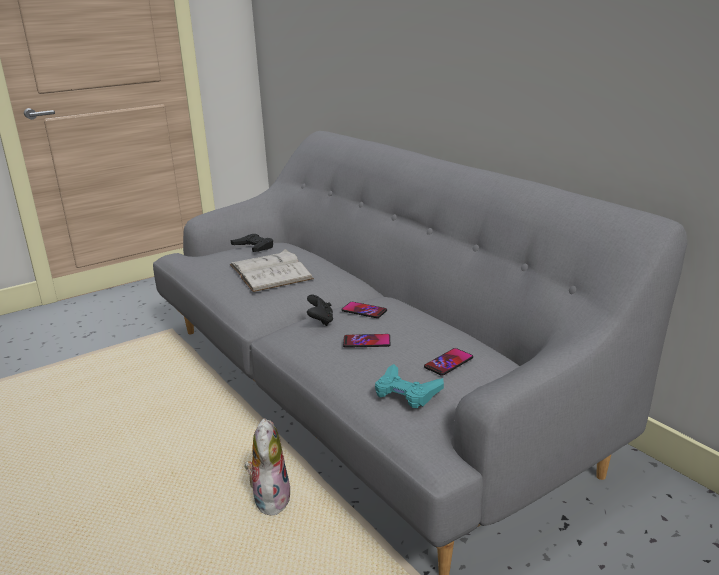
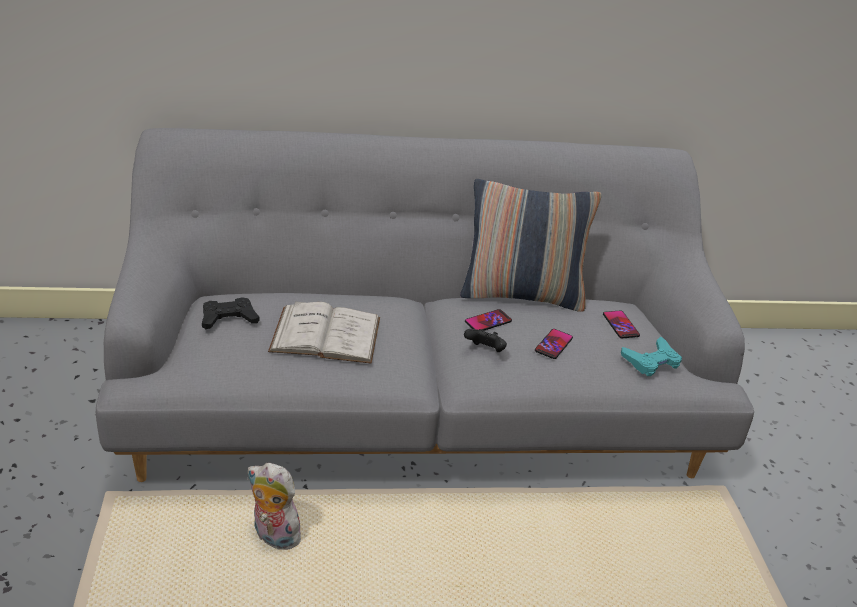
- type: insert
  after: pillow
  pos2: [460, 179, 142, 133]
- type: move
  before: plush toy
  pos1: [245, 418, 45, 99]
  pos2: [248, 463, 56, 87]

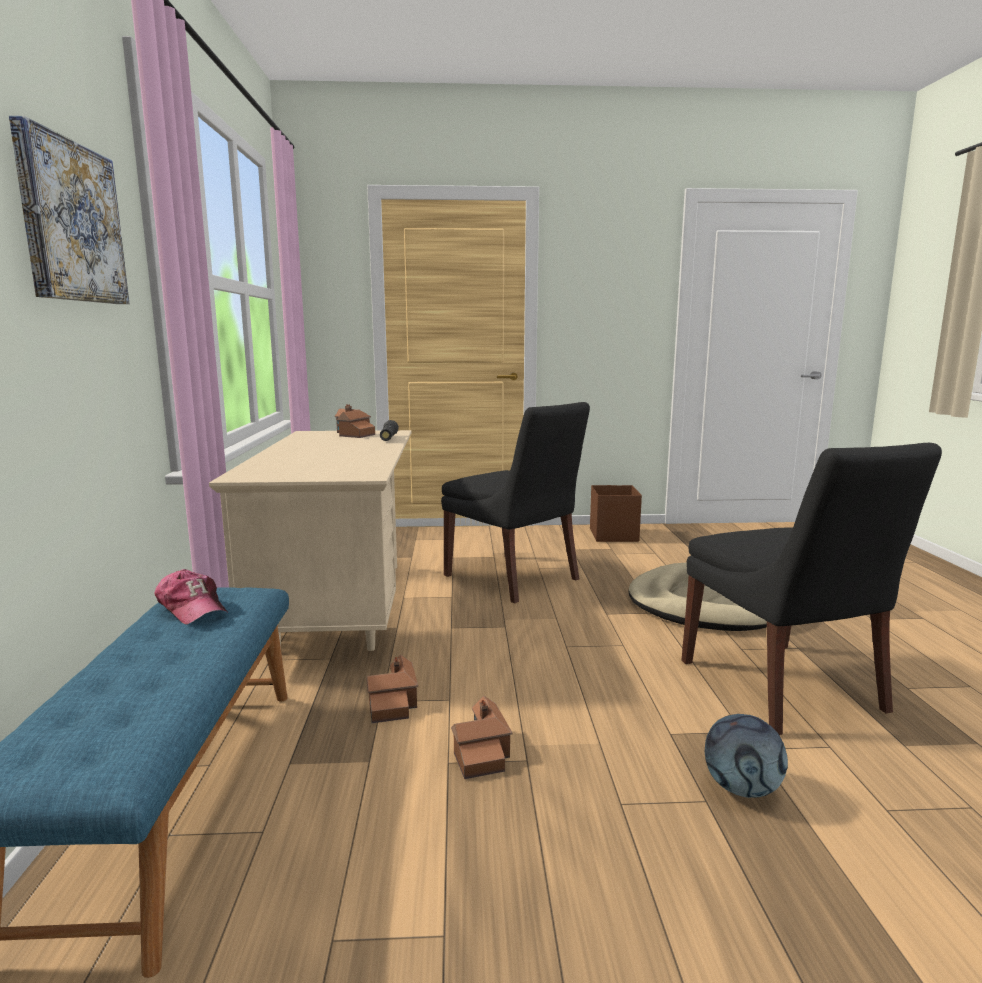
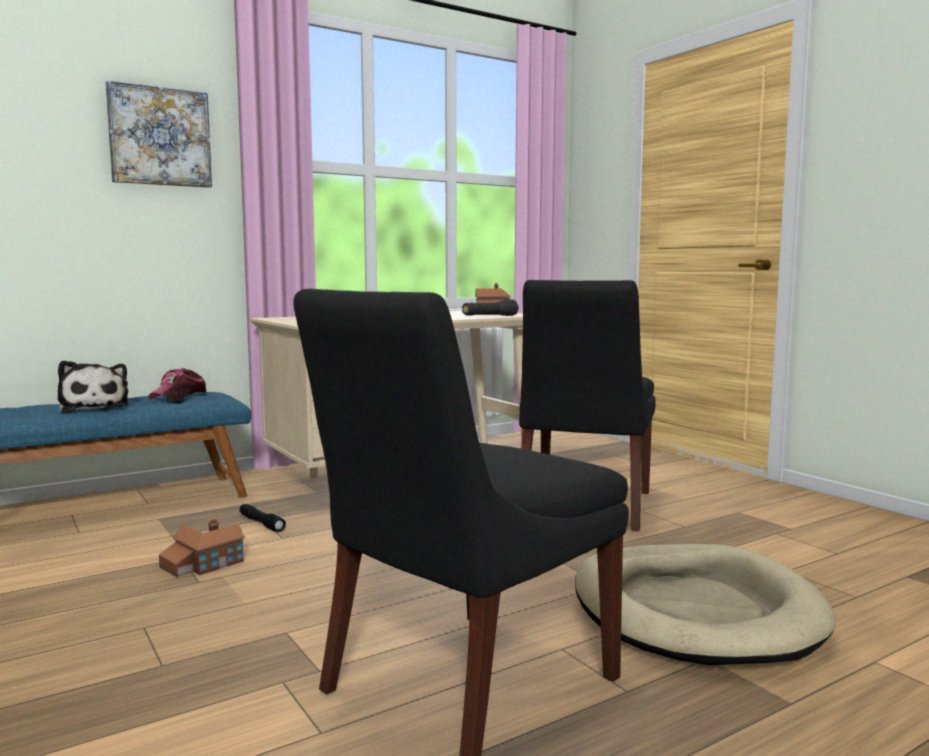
- type: delete
  before: storage box in brown
  pos1: [590, 485, 52, 57]
- type: delete
  before: football
  pos1: [705, 714, 83, 84]
- type: insert
  after: plush toy
  pos2: [58, 360, 71, 52]
- type: replace
  before: toy house
  after: flashlight in black
  pos1: [366, 655, 52, 68]
  pos2: [240, 504, 46, 28]

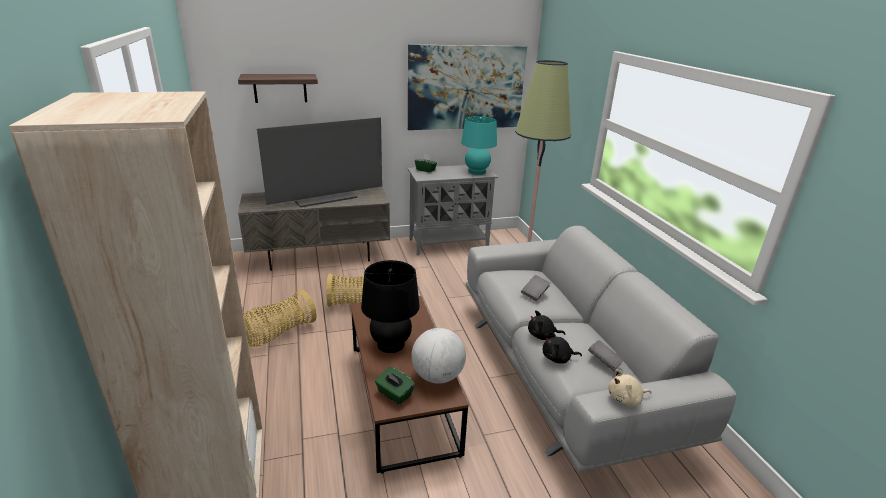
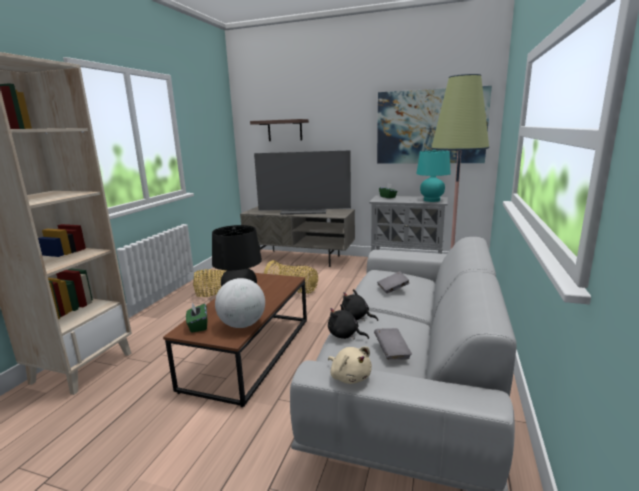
- type: rotate
  before: plush toy in beige
  pos1: [608, 369, 44, 37]
  pos2: [328, 347, 44, 37]
  turn: -150

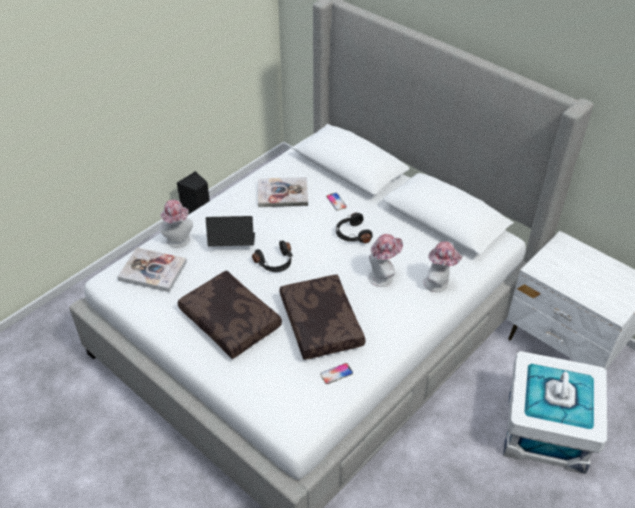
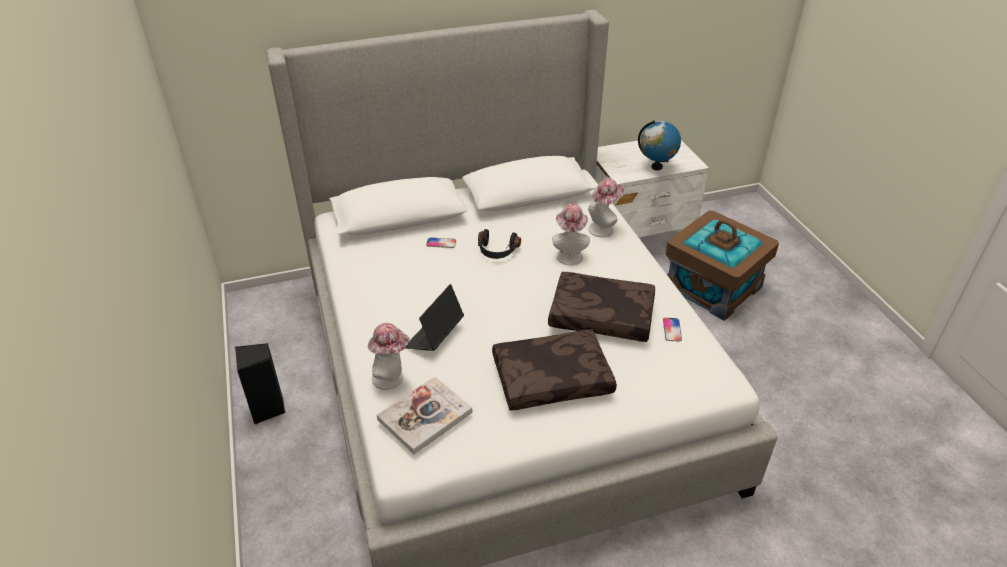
- type: delete
  before: headphones in black
  pos1: [252, 240, 41, 32]
- type: delete
  before: book
  pos1: [258, 177, 50, 30]
- type: insert
  after: globe
  pos2: [638, 120, 43, 50]
- type: recolor
  before: storage box in white
  after: storage box in brown
  pos1: [503, 351, 104, 123]
  pos2: [666, 211, 113, 110]

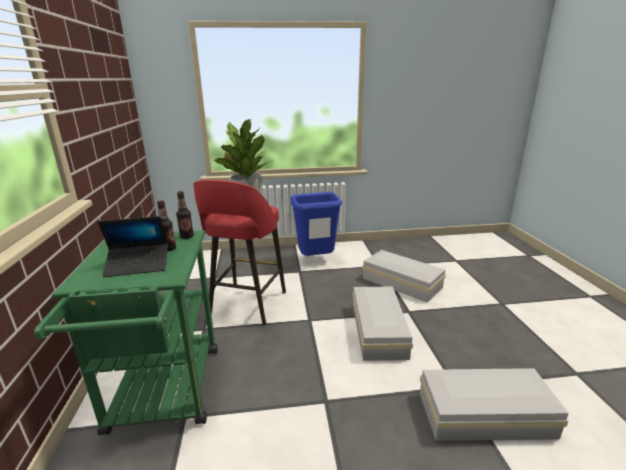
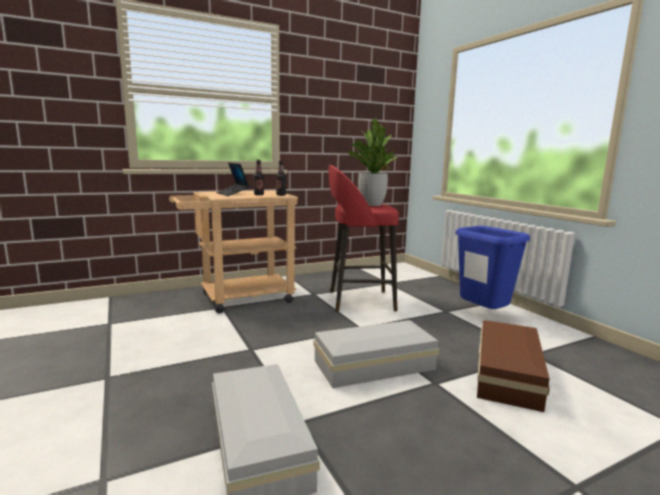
- type: recolor
  before: cart in green
  after: cart in beige
  pos1: [34, 230, 184, 205]
  pos2: [169, 190, 129, 124]
- type: recolor
  before: storage box in white
  after: storage box in brown
  pos1: [362, 250, 84, 53]
  pos2: [477, 320, 73, 92]

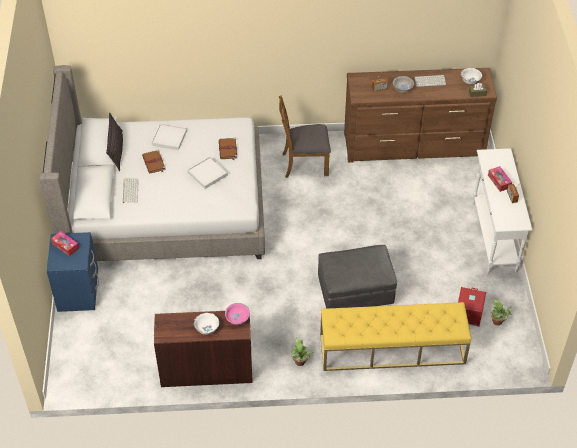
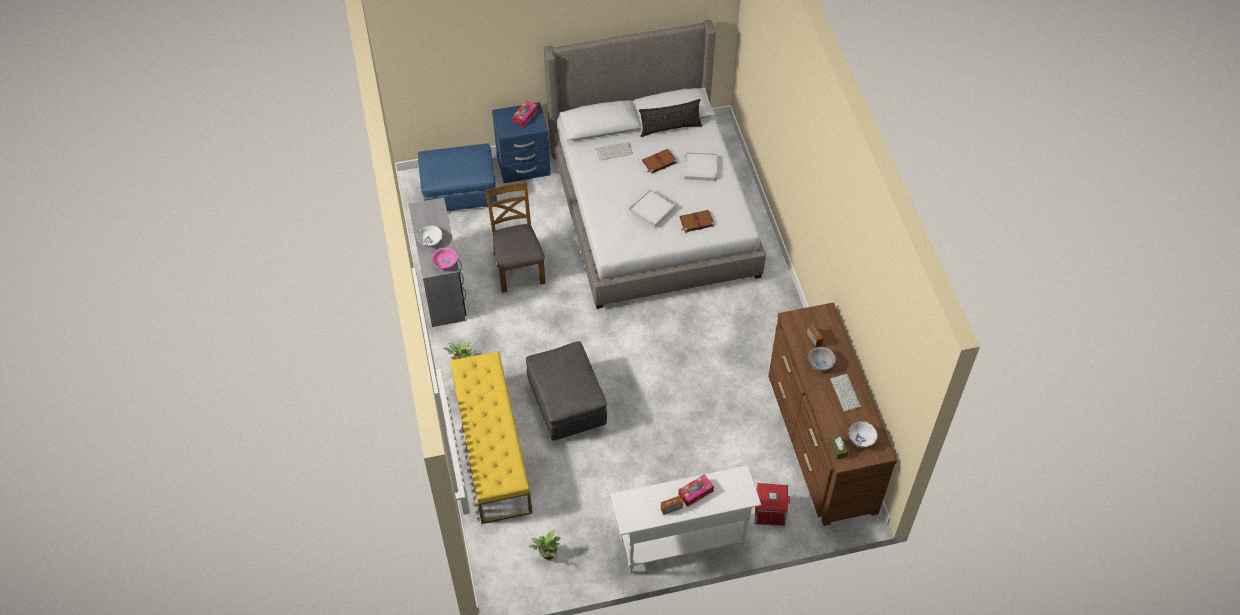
- type: insert
  after: ottoman in blue
  pos2: [418, 144, 79, 67]
- type: move
  before: chair in brown
  pos1: [279, 95, 52, 83]
  pos2: [485, 181, 61, 112]
- type: move
  before: storage box in red
  pos1: [458, 287, 28, 40]
  pos2: [755, 483, 35, 43]
- type: recolor
  before: desk in brown
  after: desk in grey
  pos1: [154, 311, 99, 76]
  pos2: [409, 197, 57, 130]

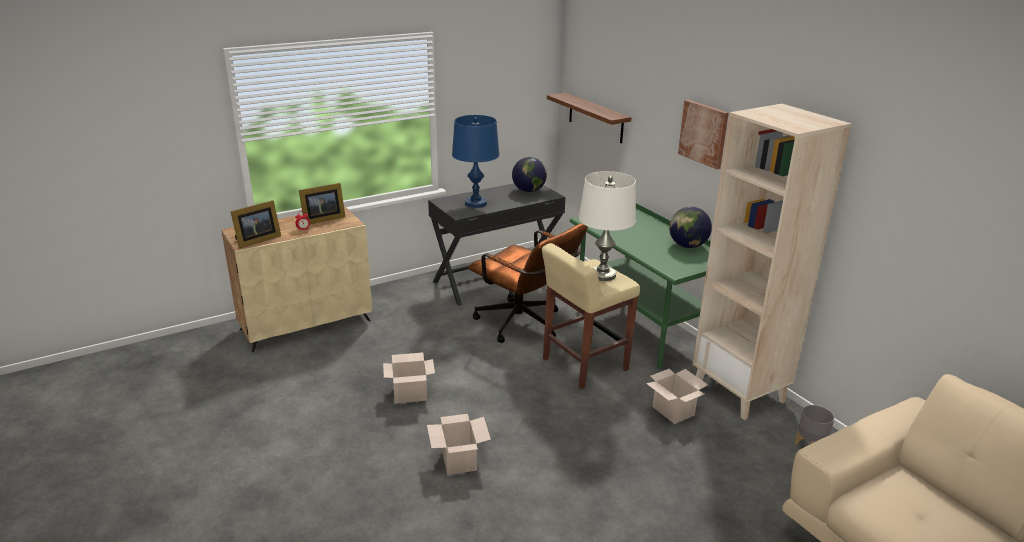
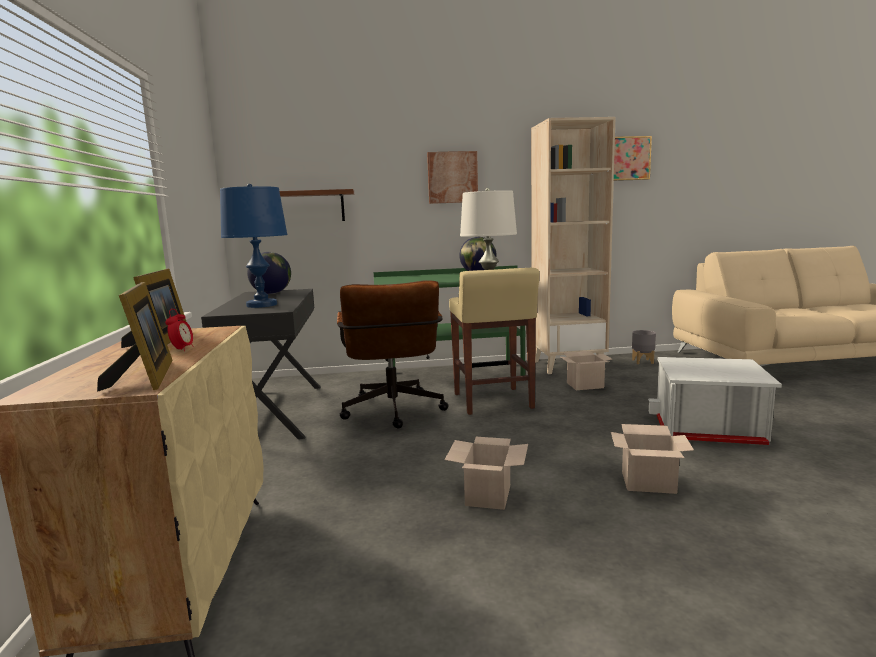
- type: insert
  after: picture
  pos2: [614, 136, 38, 45]
- type: insert
  after: storage box in white
  pos2: [648, 357, 134, 88]
- type: rotate
  before: office chair in brown
  pos1: [468, 223, 120, 120]
  pos2: [337, 280, 112, 148]
  turn: 105

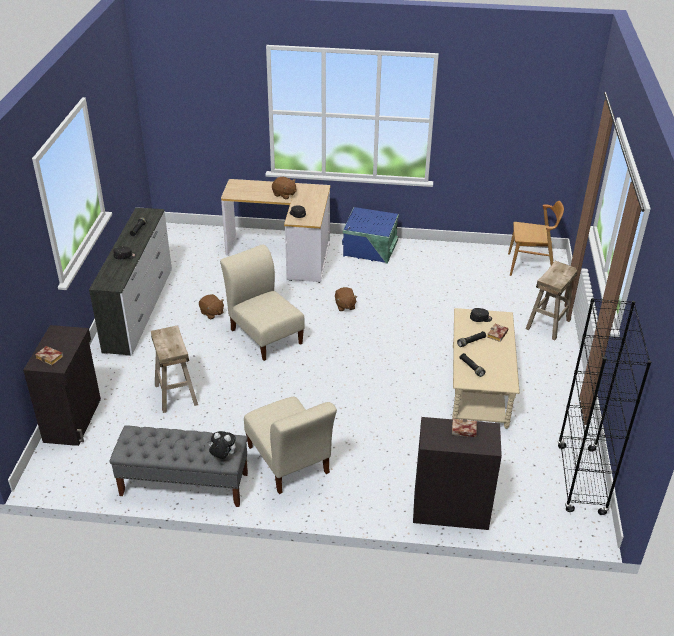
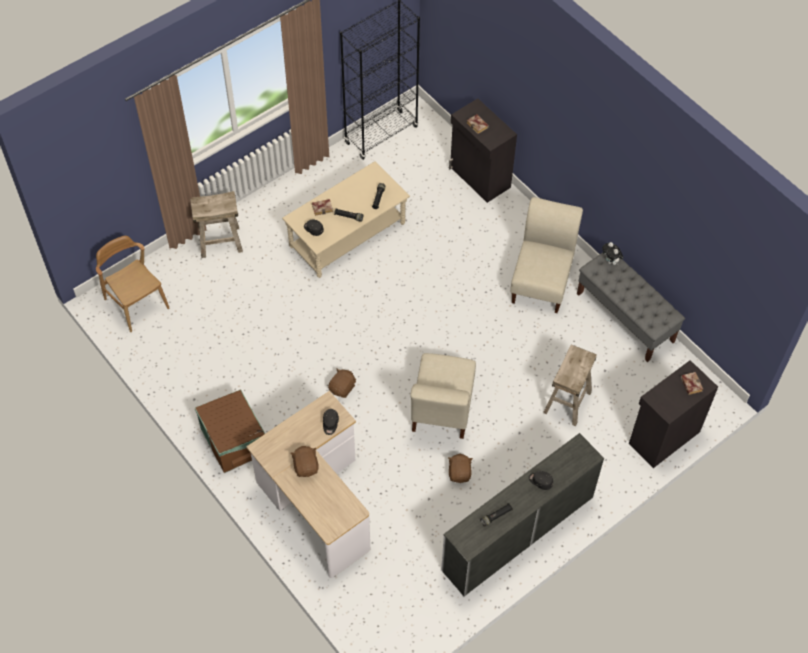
- type: recolor
  before: storage box in blue
  after: storage box in brown
  pos1: [342, 207, 57, 57]
  pos2: [195, 389, 70, 84]

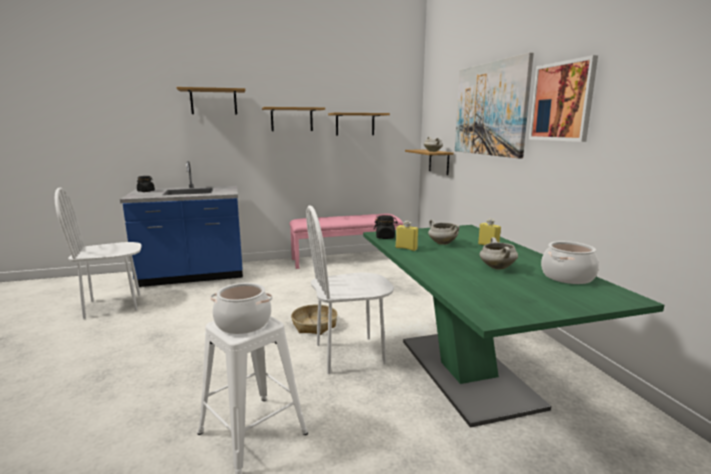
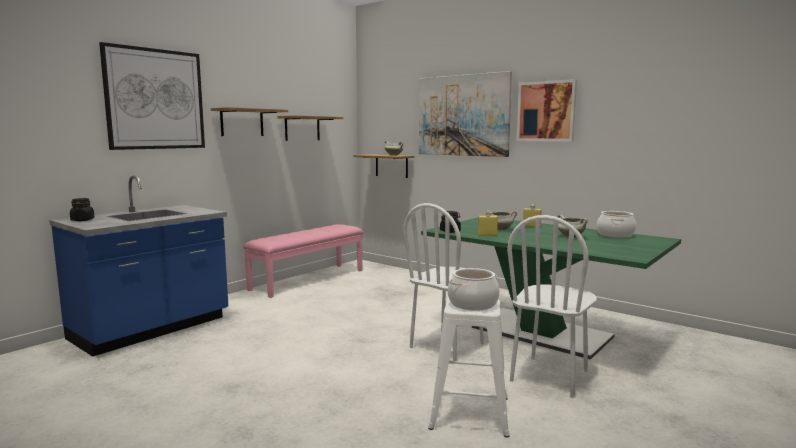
- type: delete
  before: basket
  pos1: [291, 304, 46, 31]
- type: move
  before: chair in white
  pos1: [55, 188, 87, 131]
  pos2: [507, 215, 90, 182]
- type: replace
  before: shelf
  after: picture
  pos1: [177, 87, 68, 27]
  pos2: [99, 42, 106, 108]

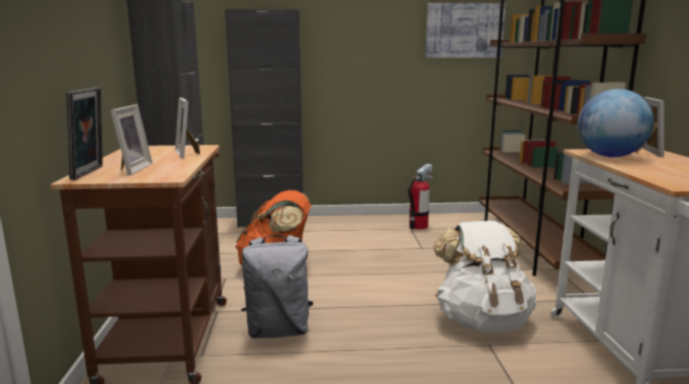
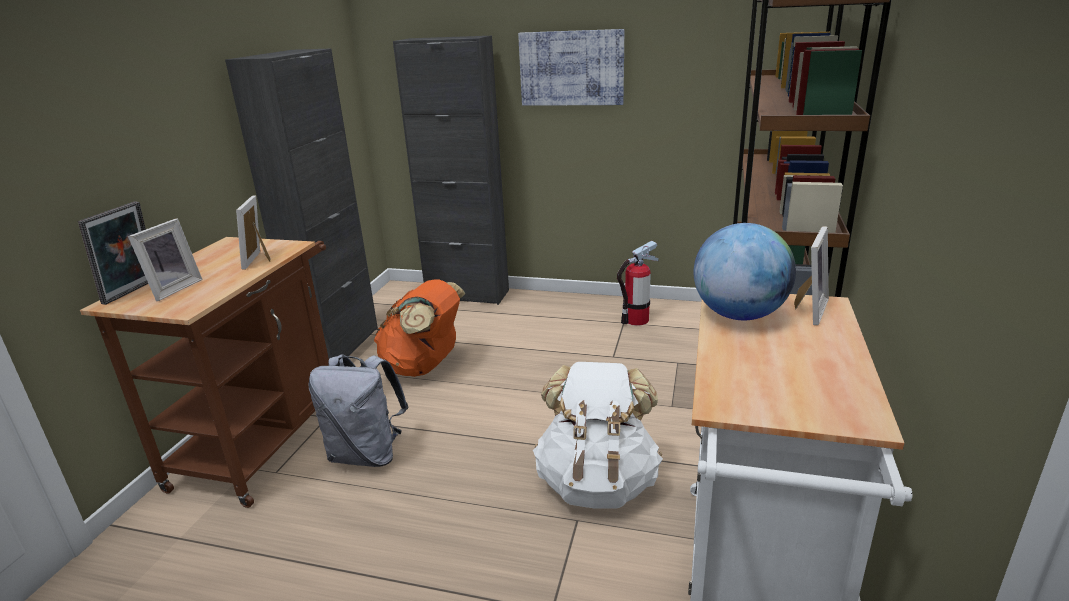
- type: move
  before: picture
  pos1: [425, 3, 81, 55]
  pos2: [518, 29, 106, 77]

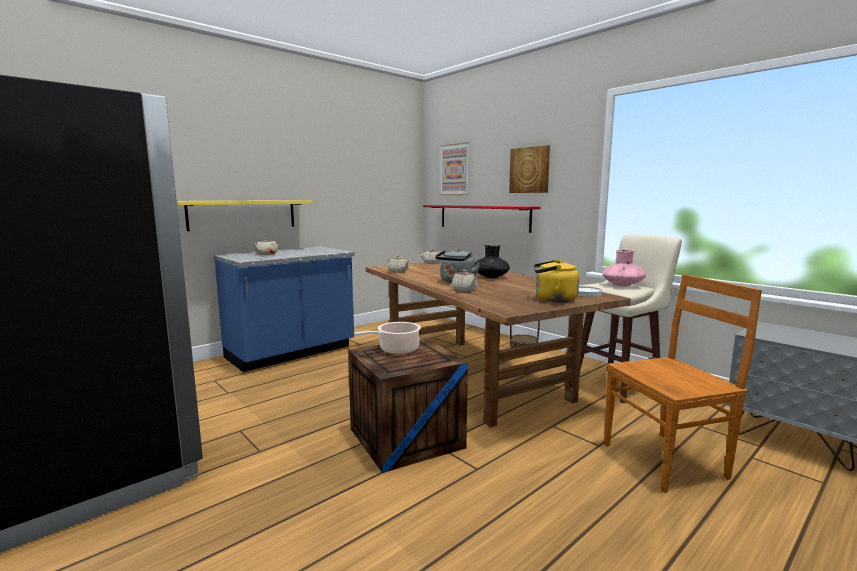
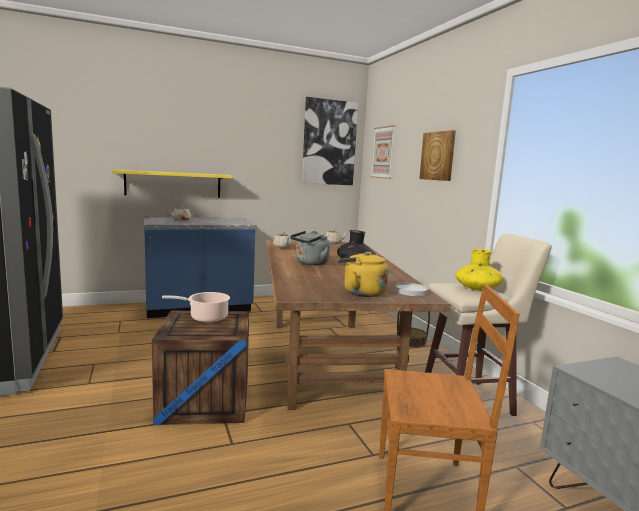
- type: delete
  before: shelf in red
  pos1: [423, 205, 118, 28]
- type: delete
  before: teapot in beige
  pos1: [451, 270, 27, 22]
- type: insert
  after: picture
  pos2: [302, 97, 56, 88]
- type: recolor
  before: vase in pink
  after: vase in yellow
  pos1: [602, 249, 44, 37]
  pos2: [455, 249, 48, 42]

